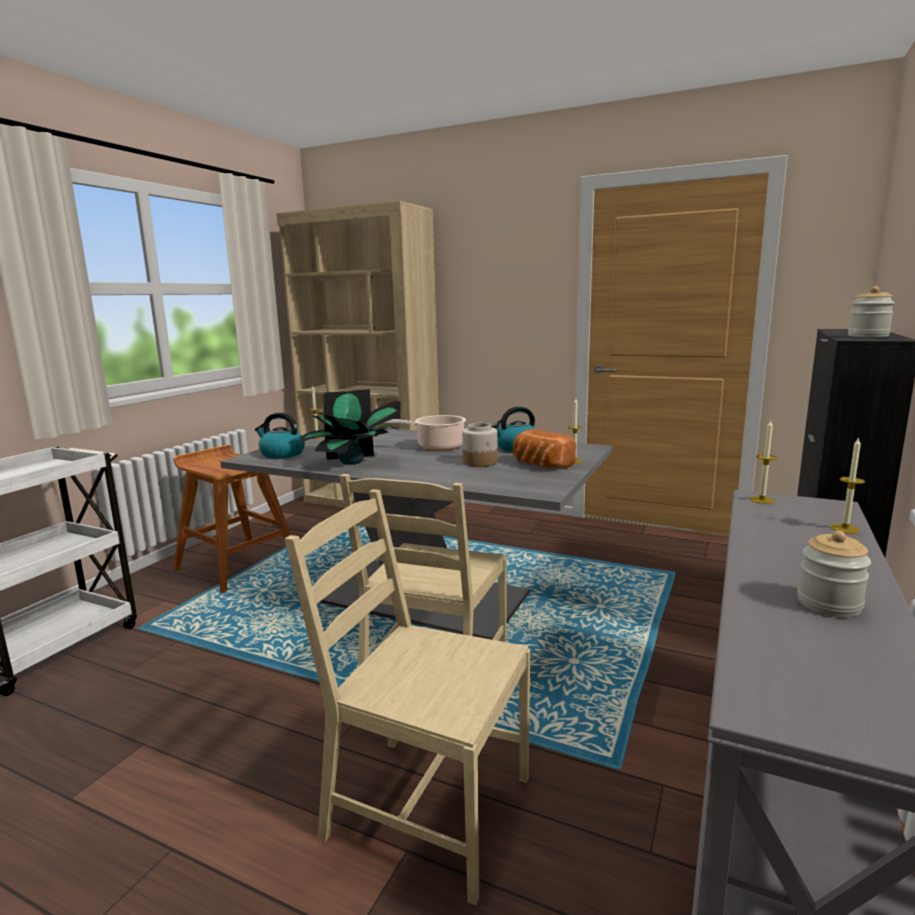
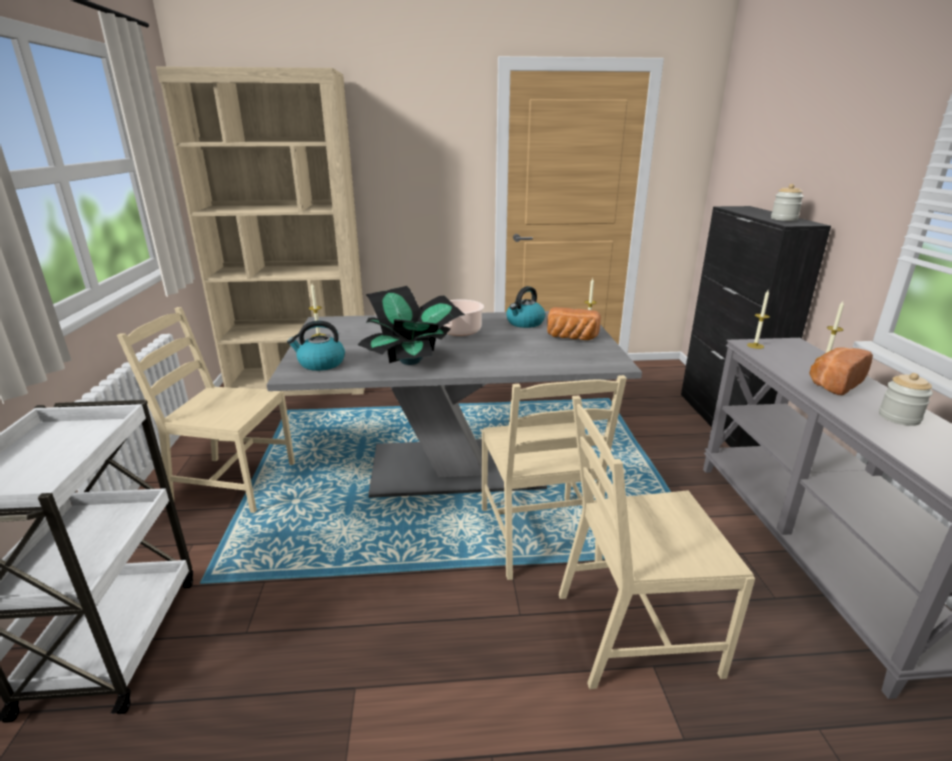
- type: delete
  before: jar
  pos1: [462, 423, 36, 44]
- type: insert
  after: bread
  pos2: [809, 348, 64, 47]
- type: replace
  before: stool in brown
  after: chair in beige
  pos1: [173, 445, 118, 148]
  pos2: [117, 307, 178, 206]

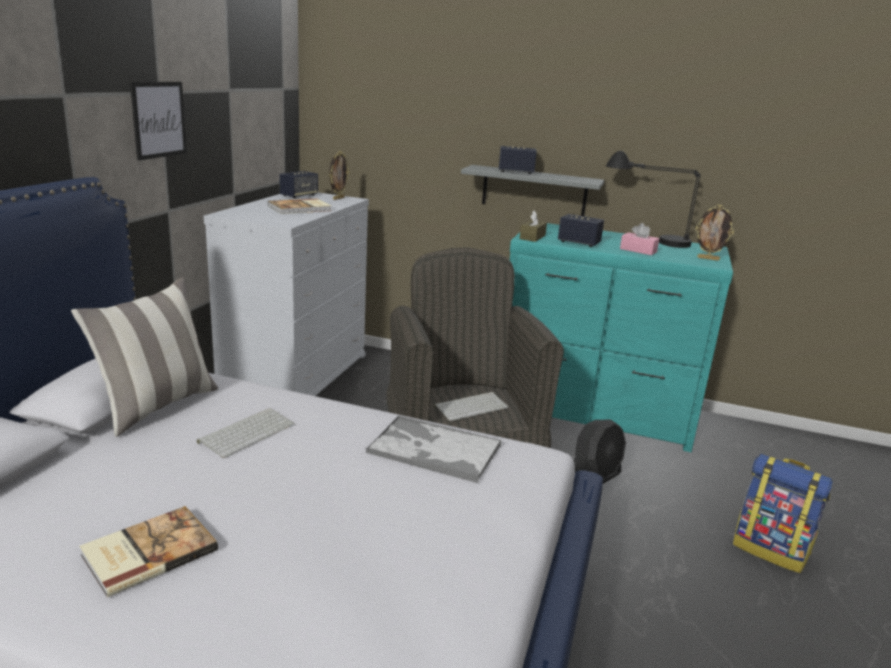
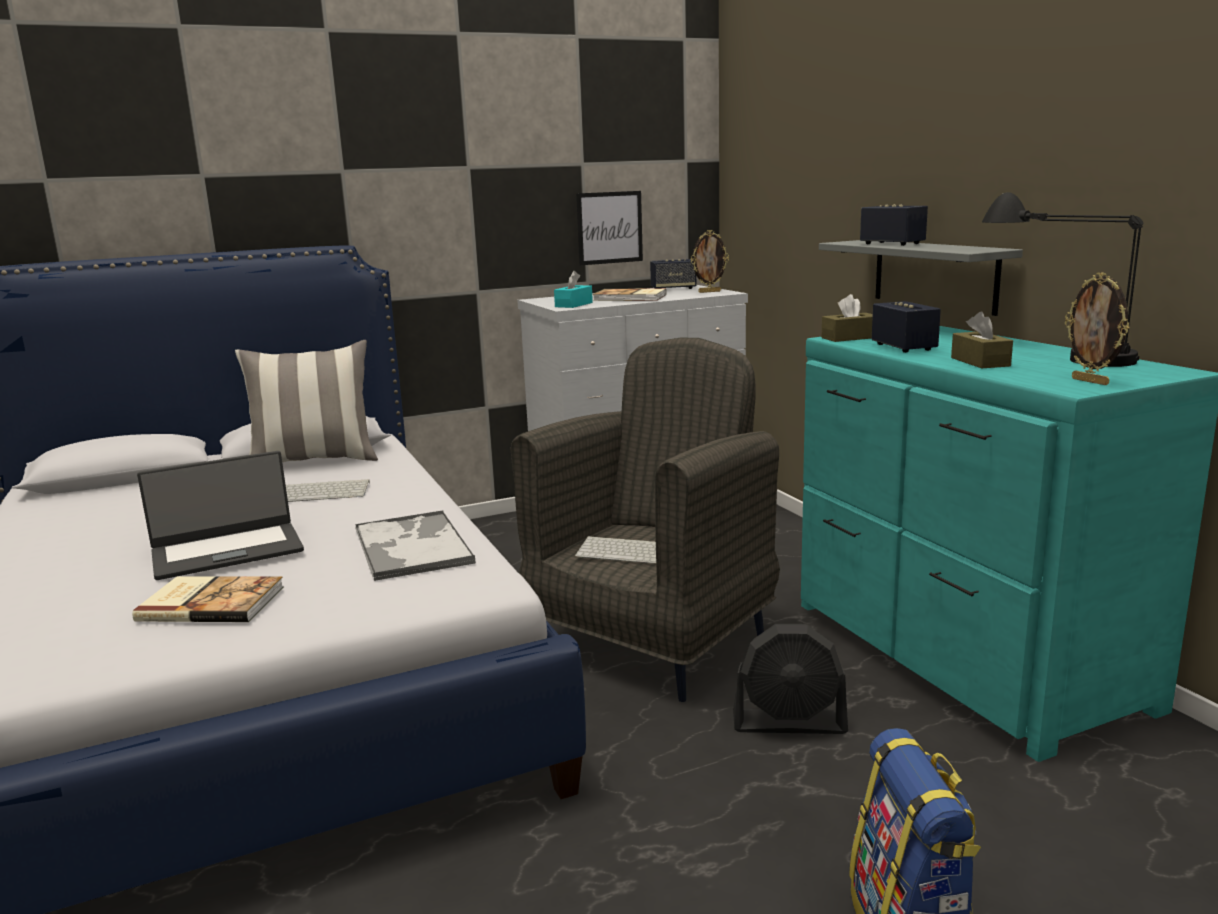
- type: insert
  after: laptop
  pos2: [137, 451, 167, 129]
- type: insert
  after: tissue box in turquoise
  pos2: [554, 271, 39, 37]
- type: move
  before: book
  pos1: [79, 506, 139, 91]
  pos2: [132, 576, 152, 46]
- type: move
  before: picture
  pos1: [130, 82, 57, 79]
  pos2: [576, 191, 67, 74]
- type: recolor
  before: tissue box in pink
  after: tissue box in brown
  pos1: [620, 223, 39, 32]
  pos2: [951, 311, 62, 57]

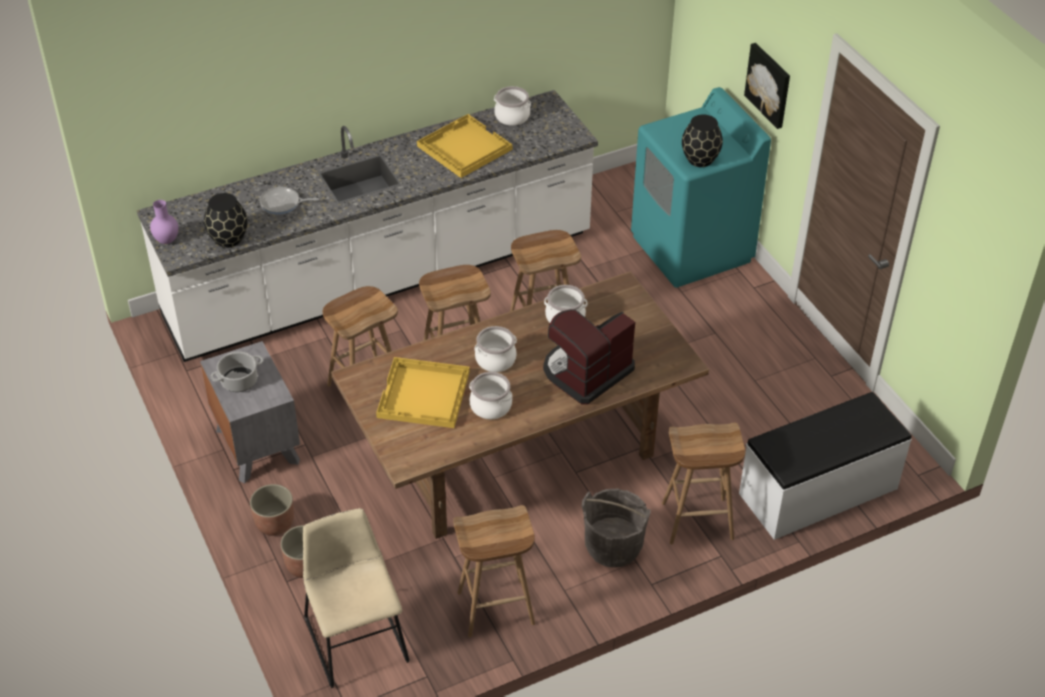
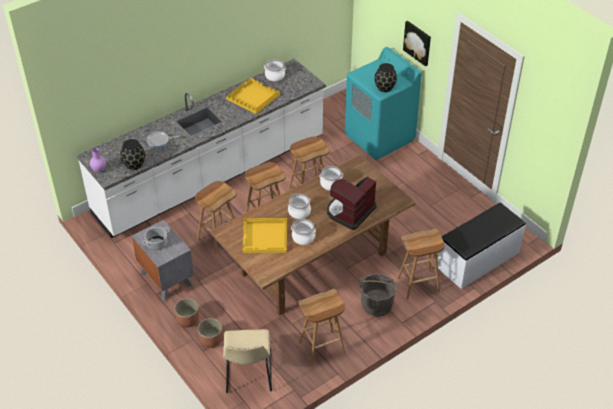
- type: rotate
  before: chair in beige
  pos1: [303, 508, 106, 180]
  pos2: [223, 329, 49, 64]
  turn: -150

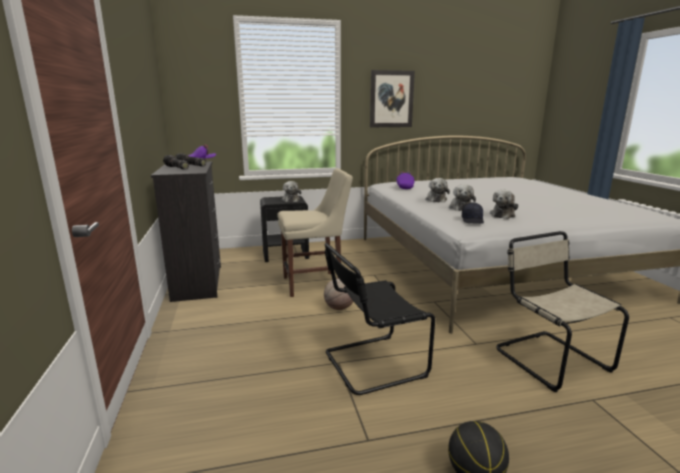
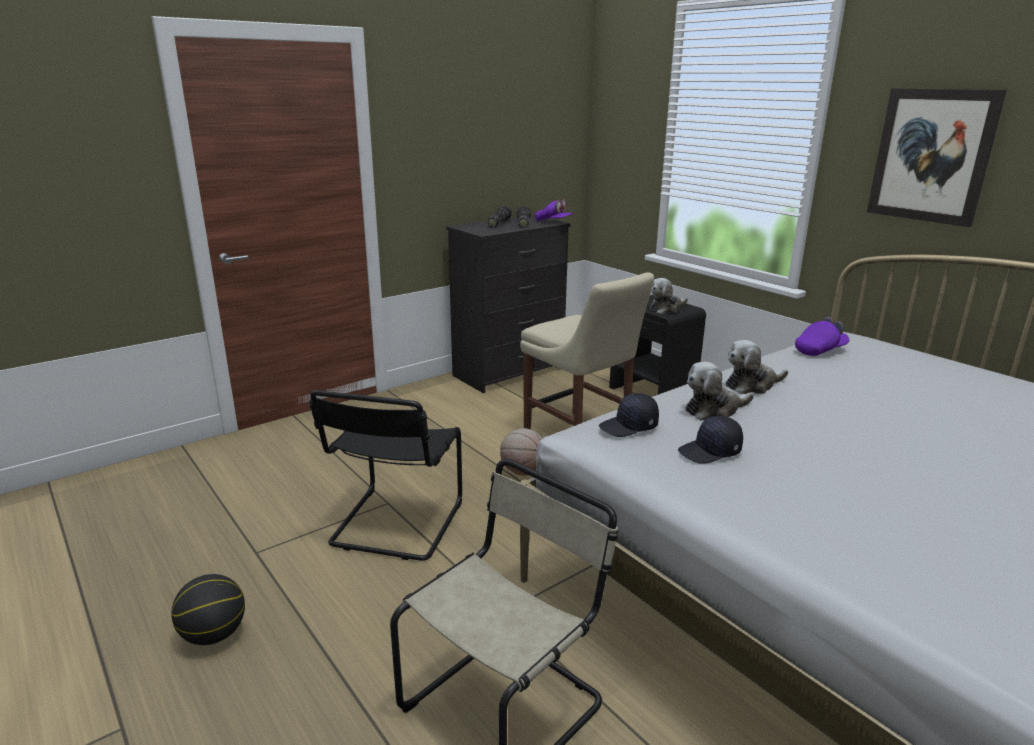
- type: replace
  before: plush toy
  after: cap in black
  pos1: [490, 190, 28, 29]
  pos2: [678, 416, 65, 48]
- type: rotate
  before: chair in black
  pos1: [325, 243, 110, 152]
  pos2: [309, 390, 153, 171]
  turn: -120

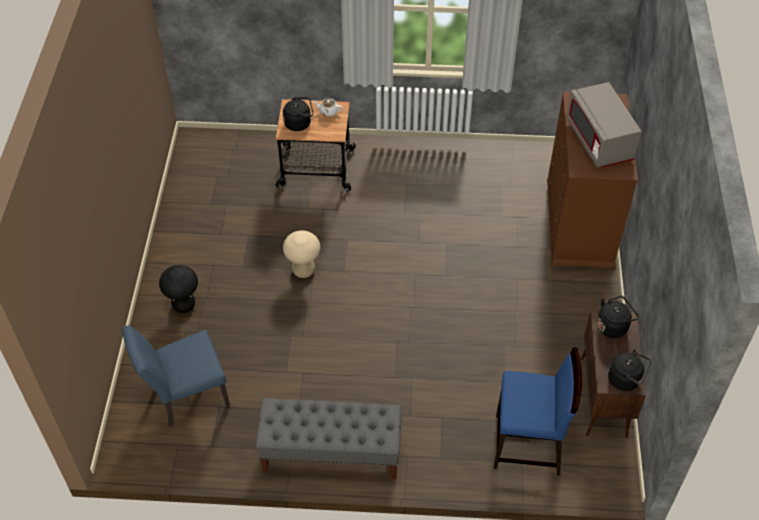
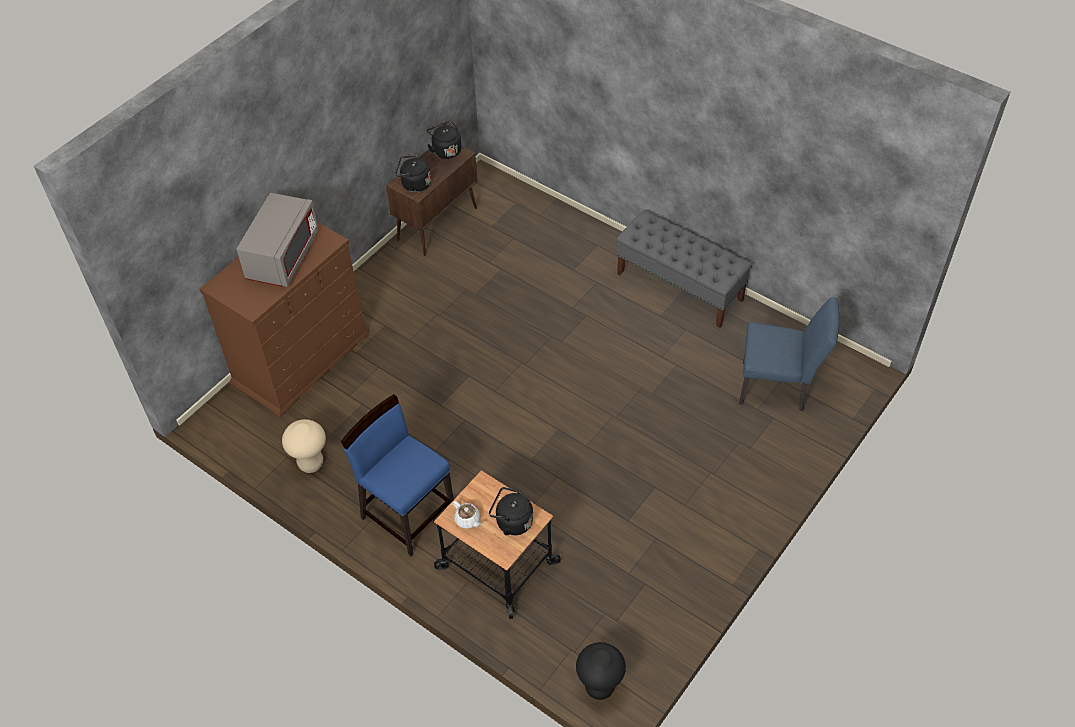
- type: move
  before: stool in black
  pos1: [159, 265, 39, 48]
  pos2: [576, 642, 50, 58]
- type: move
  before: stool in beige
  pos1: [283, 230, 37, 48]
  pos2: [282, 419, 44, 54]
- type: move
  before: chair in blue
  pos1: [494, 347, 88, 128]
  pos2: [341, 394, 113, 163]

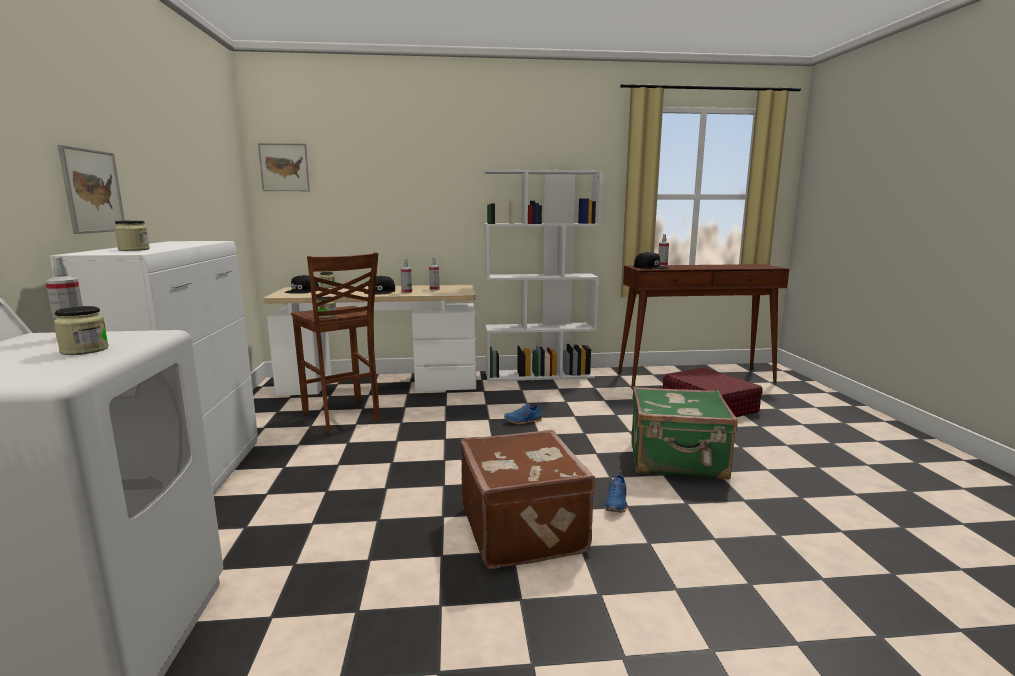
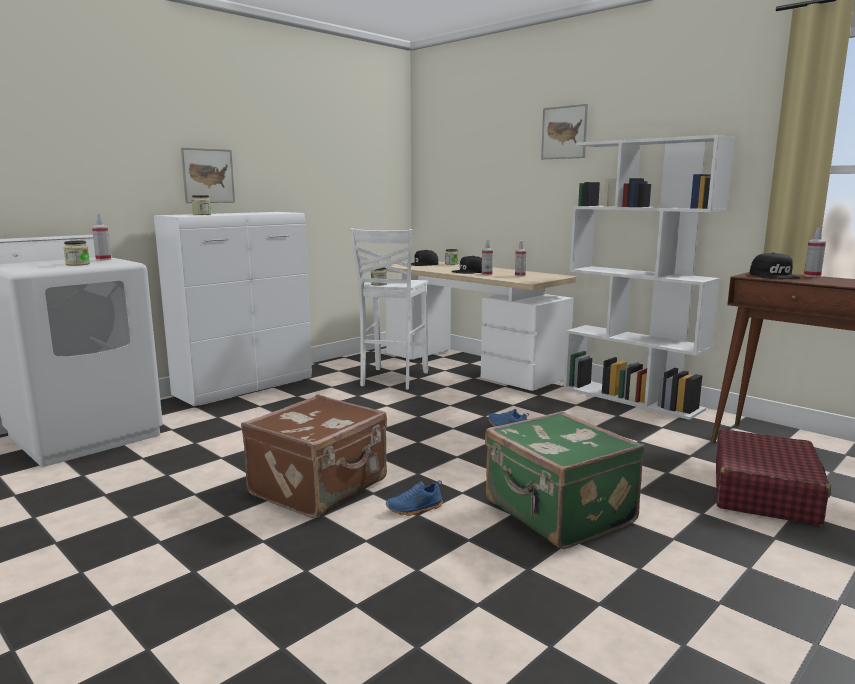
- type: move
  before: picture
  pos1: [258, 143, 52, 48]
  pos2: [541, 104, 47, 55]
- type: recolor
  before: stool in brown
  after: stool in white
  pos1: [291, 252, 89, 181]
  pos2: [350, 228, 78, 162]

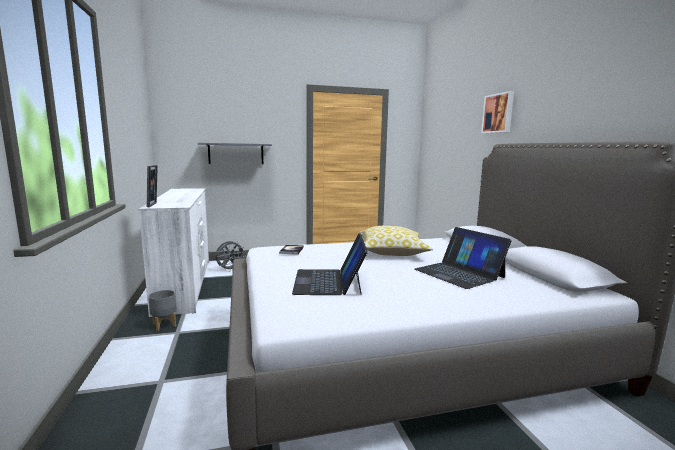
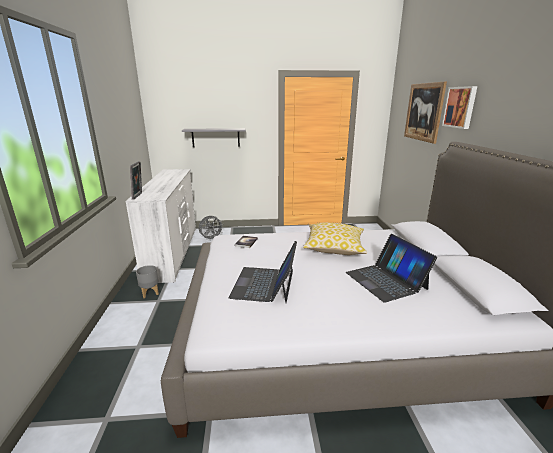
- type: insert
  after: picture
  pos2: [404, 82, 43, 62]

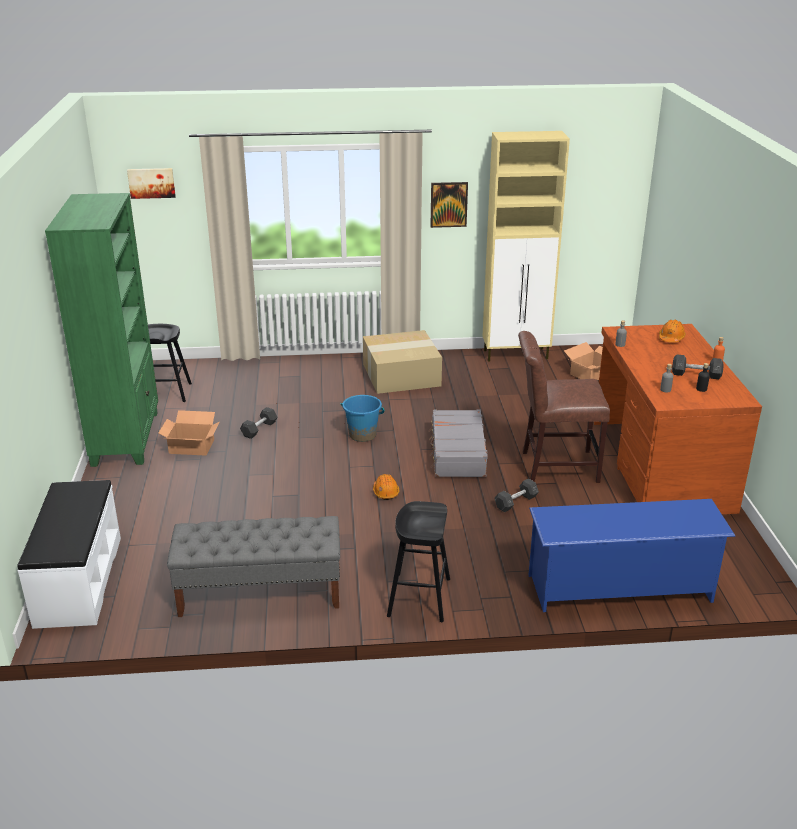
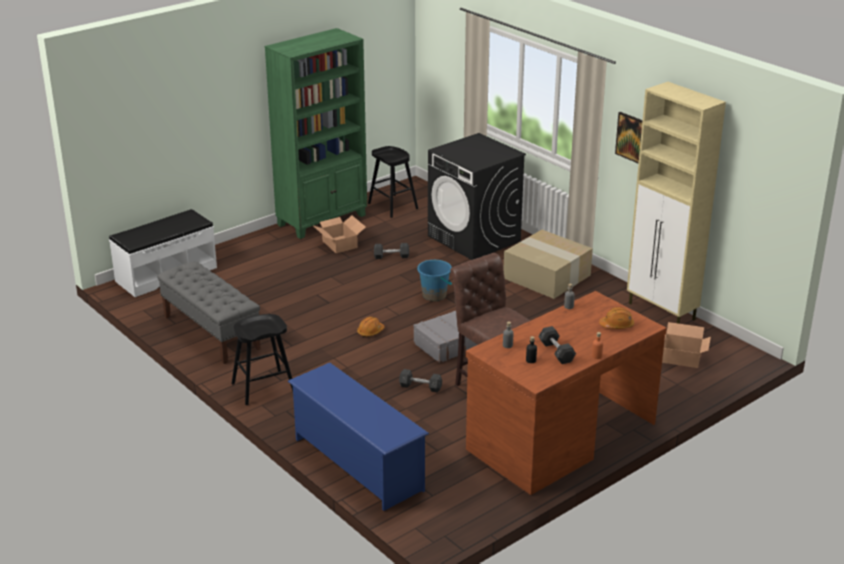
- type: delete
  before: picture
  pos1: [127, 168, 49, 31]
- type: insert
  after: washing machine in black
  pos2: [428, 133, 98, 127]

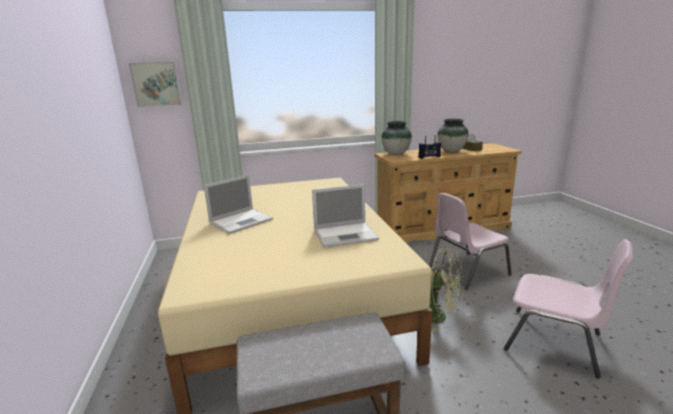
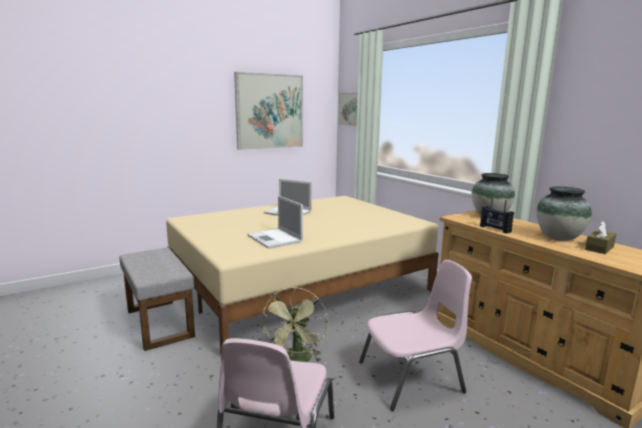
- type: insert
  after: picture
  pos2: [234, 72, 69, 78]
- type: rotate
  before: chair in pink
  pos1: [429, 193, 83, 97]
  pos2: [359, 260, 113, 151]
  turn: 120

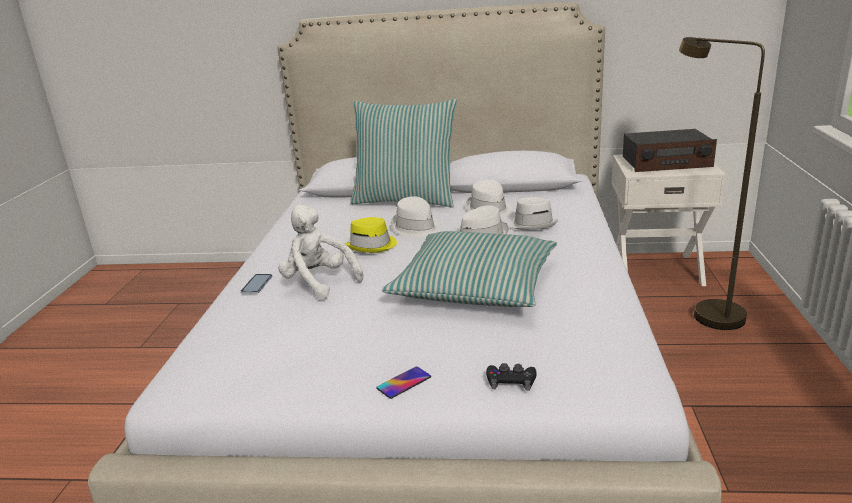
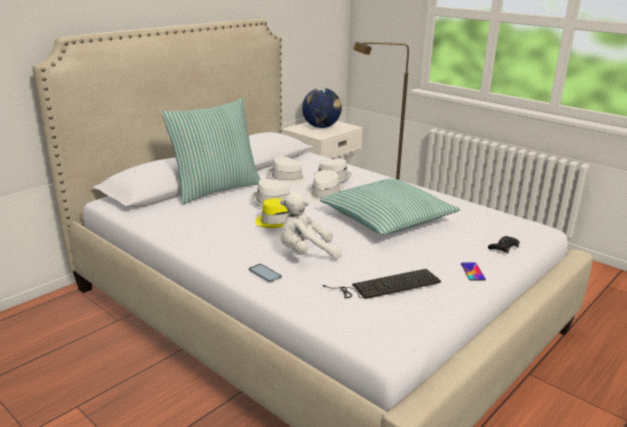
- type: insert
  after: keyboard
  pos2: [322, 269, 119, 30]
- type: replace
  before: radio
  after: globe
  pos1: [623, 129, 94, 43]
  pos2: [302, 88, 40, 40]

